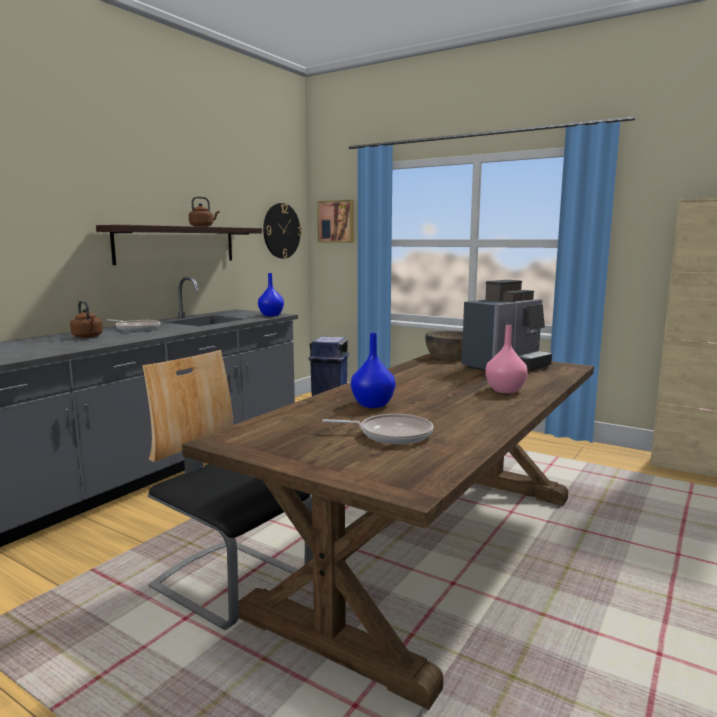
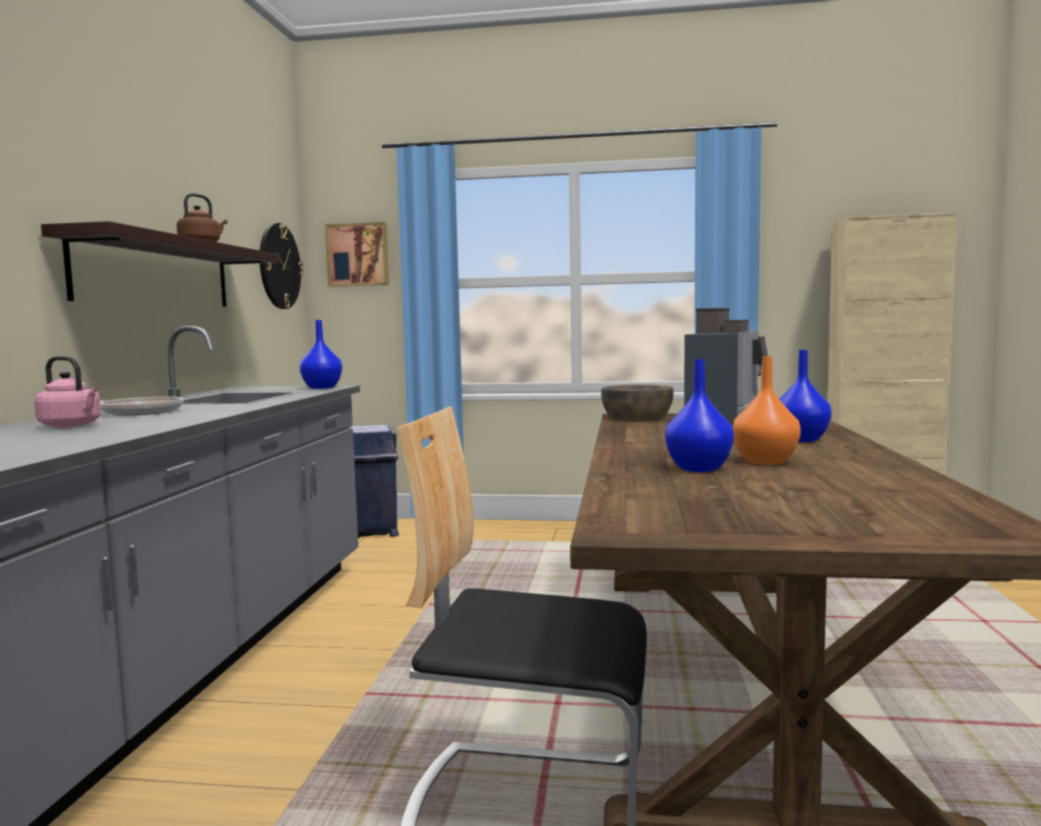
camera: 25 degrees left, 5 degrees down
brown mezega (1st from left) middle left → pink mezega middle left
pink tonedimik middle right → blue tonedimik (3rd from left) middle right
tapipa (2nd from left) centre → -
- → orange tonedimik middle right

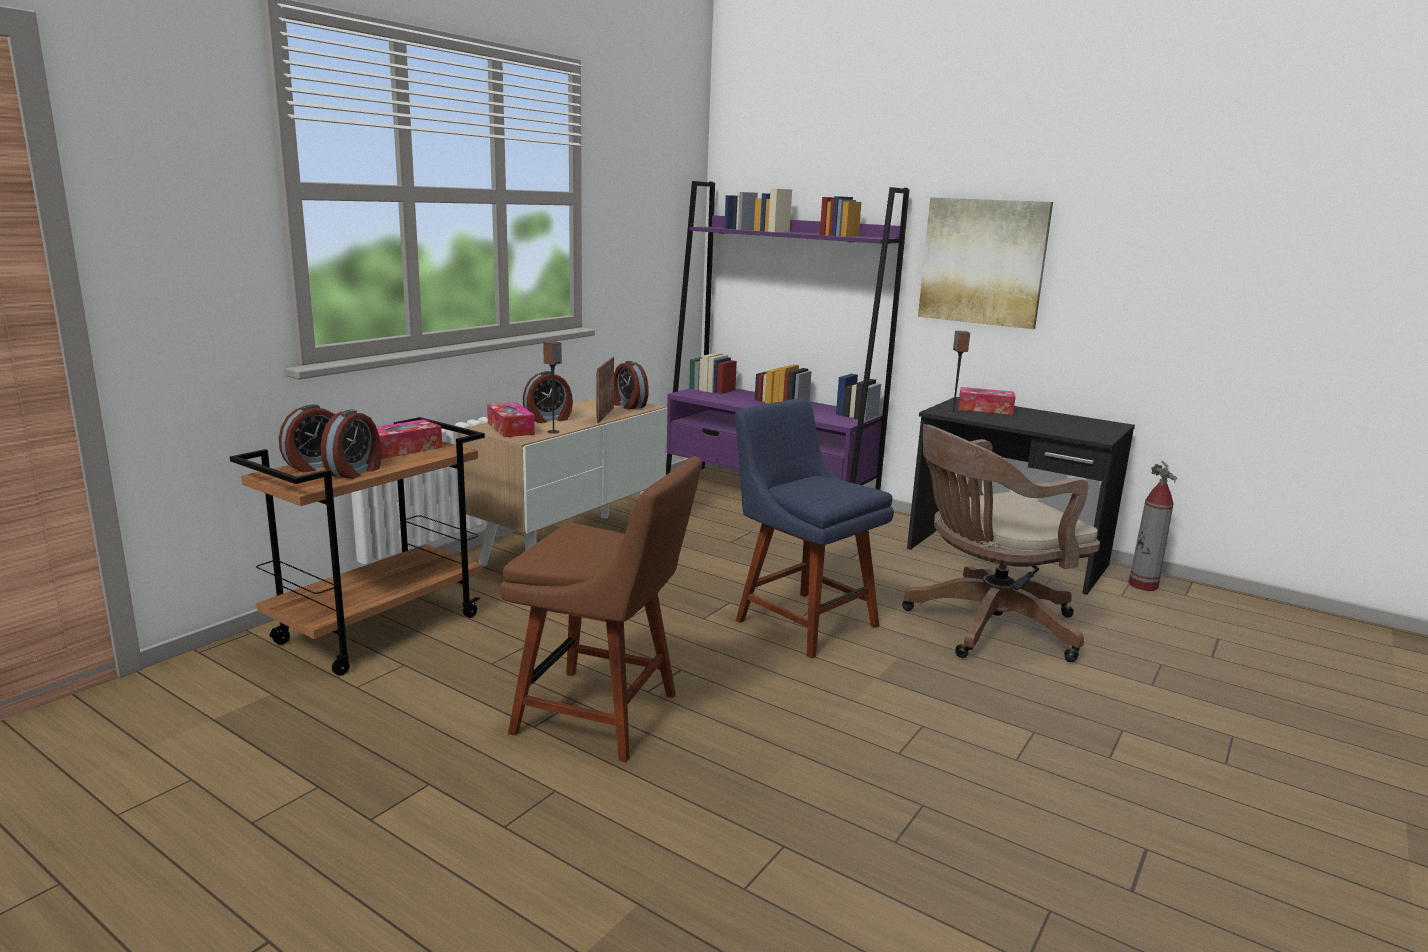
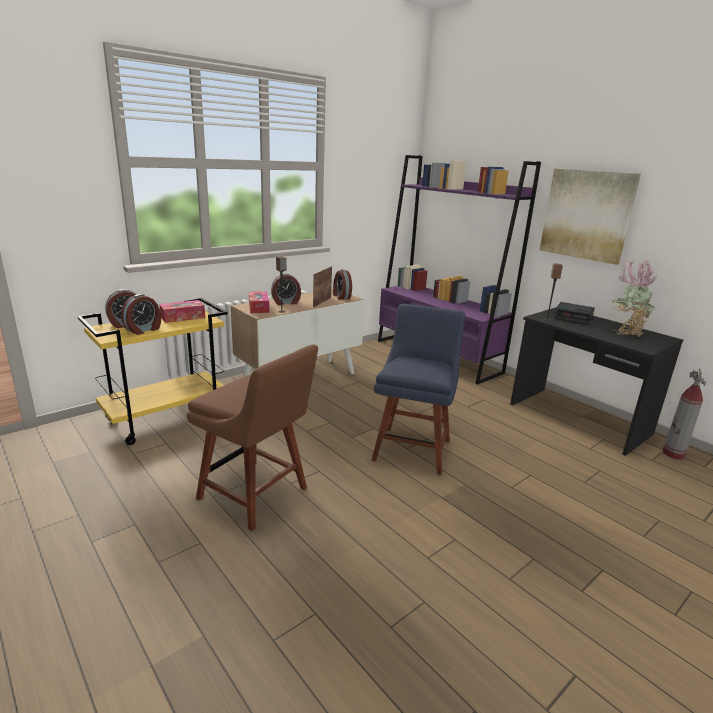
camera: 15 degrees right, 5 degrees up
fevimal (3rd from left) middle right → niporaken (5th from left) middle right
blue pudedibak centre, 45 degrees clockwise
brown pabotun middle left → yellow pabotun middle left
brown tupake middle right → -
- → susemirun middle right

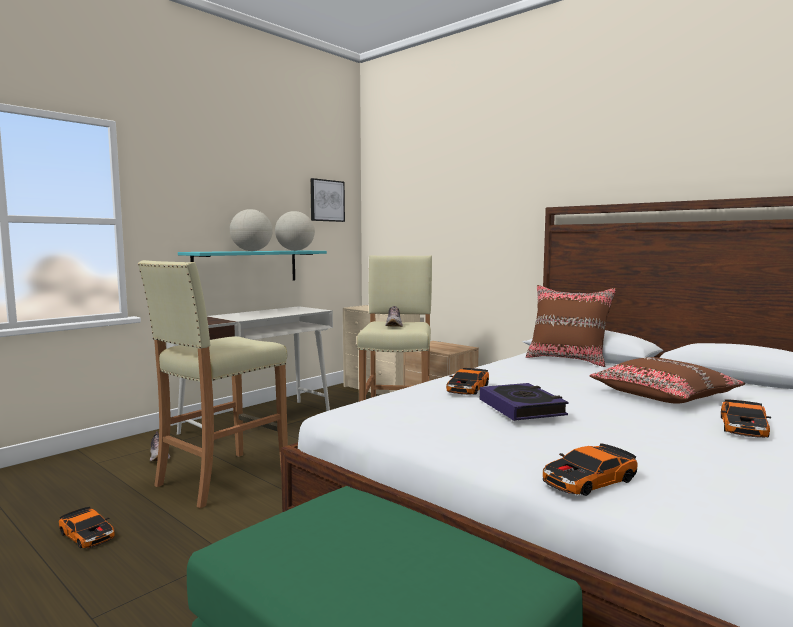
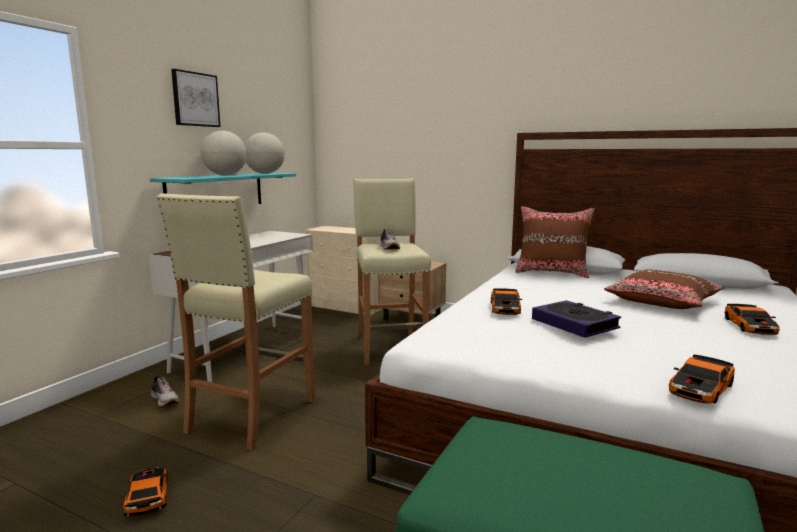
camera: 15 degrees left, 5 degrees up
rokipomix top centre → rokipomix top left, move
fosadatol (1st from left) bottom left, 135 degrees counterclockwise

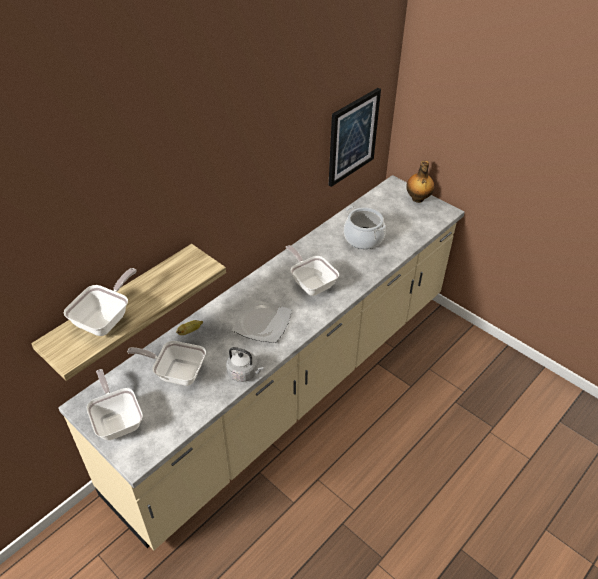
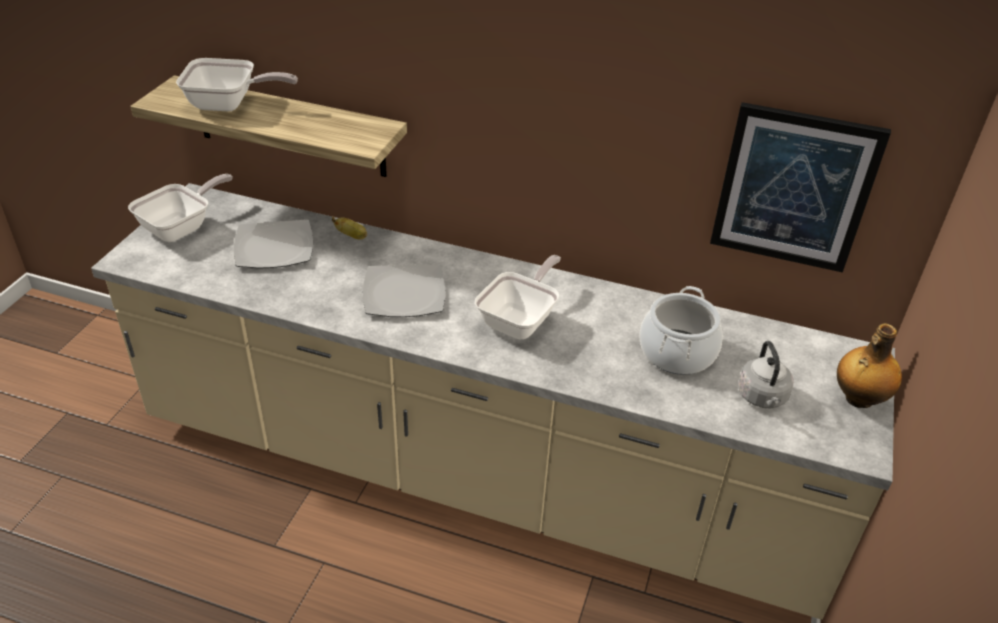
camera: 65 degrees right, 5 degrees down
tapipa (3rd from left) middle left → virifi (1st from left) middle left
grey mezega centre → grey mezega middle right, move

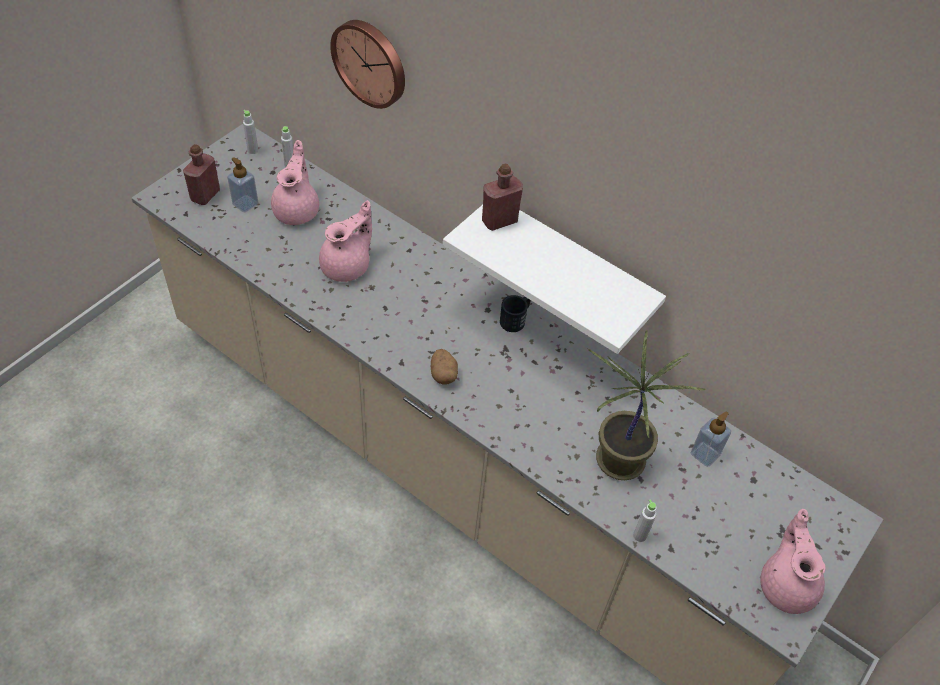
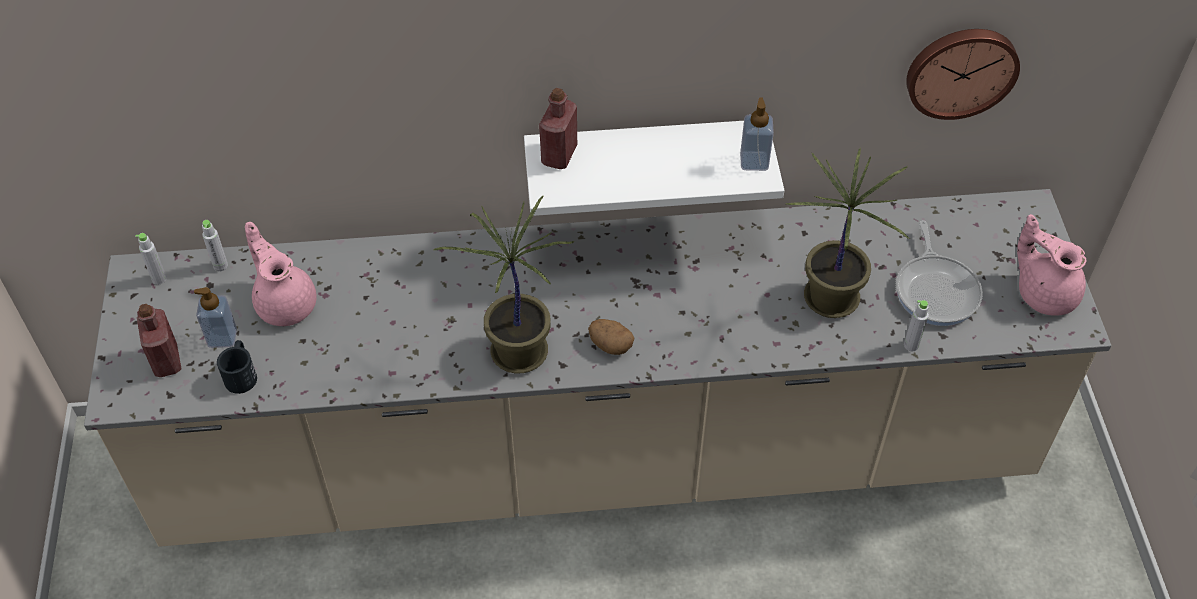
camera: 40 degrees left, 0 degrees up
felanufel top centre → felanufel top right, move
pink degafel (2nd from left) centre → -
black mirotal centre → black mirotal middle left, move
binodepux (2nd from left) middle right → binodepux (2nd from left) top centre, move
- → susemirun (1st from left) centre
- → tapipa middle right

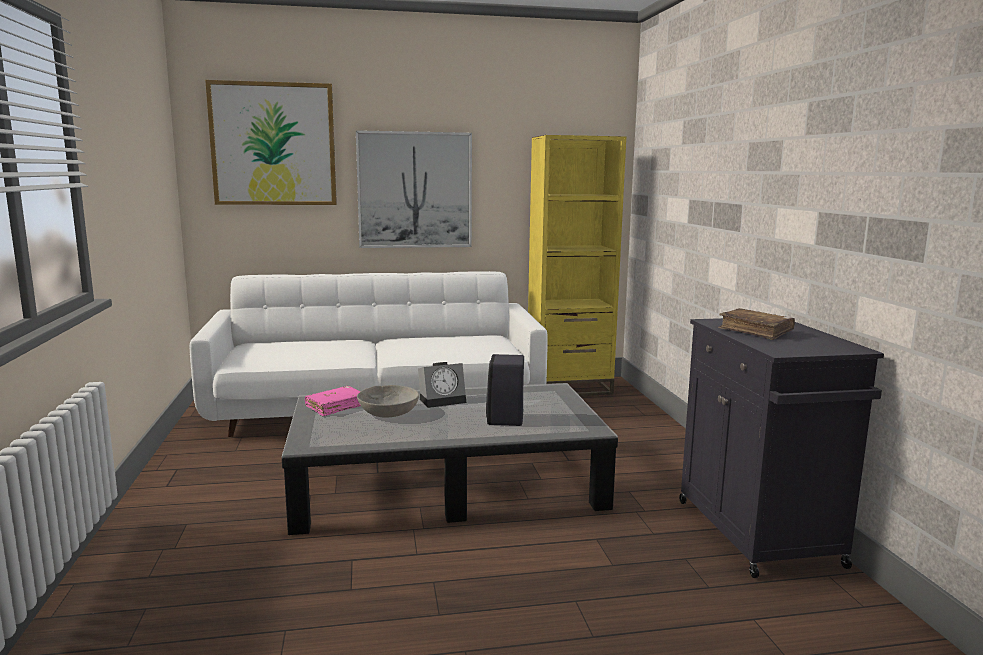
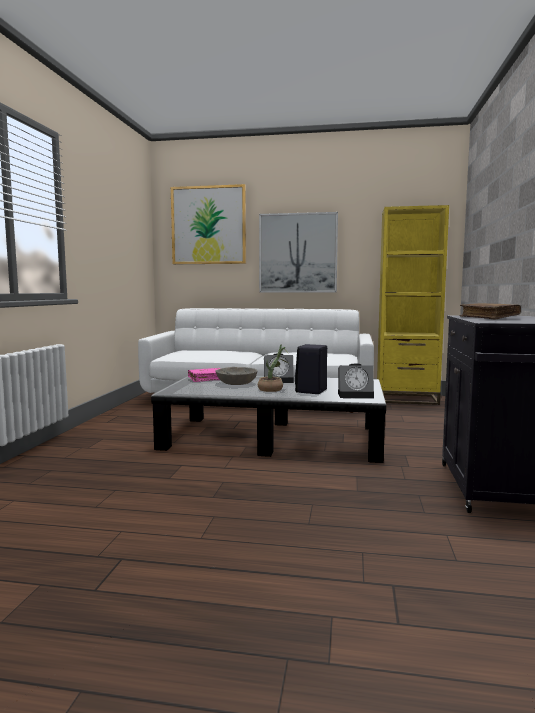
camera: 20 degrees right, 5 degrees down
- → susemirun centre
- → niporaken (2nd from left) centre

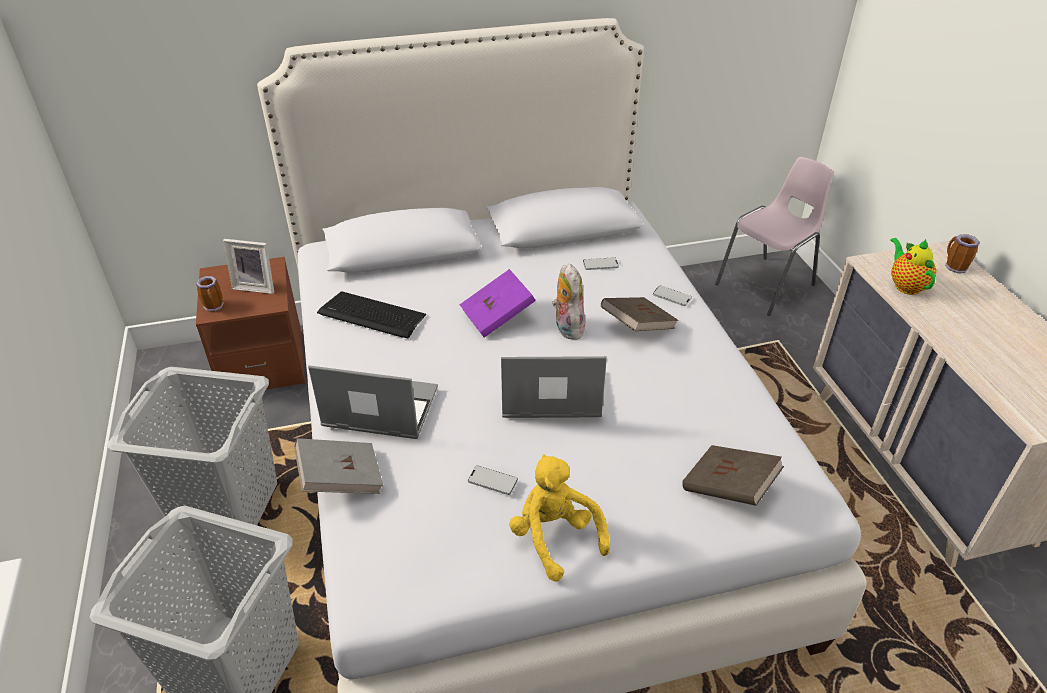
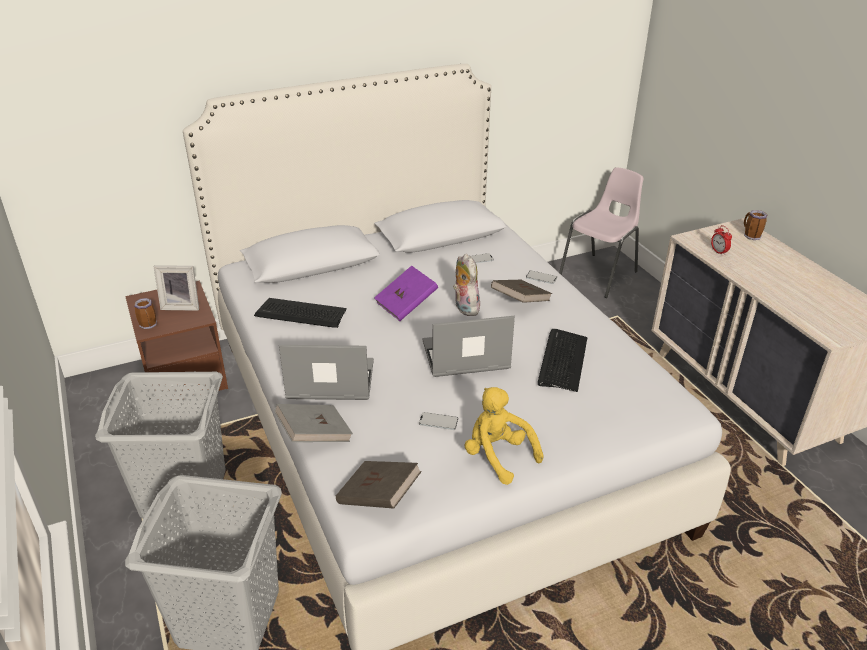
camera: 10 degrees left, 5 degrees down
degafel middle right → niporaken middle right
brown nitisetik (2nd from left in the first image) bottom right → brown nitisetik (1st from left) bottom centre, move
- → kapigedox (2nd from left) centre

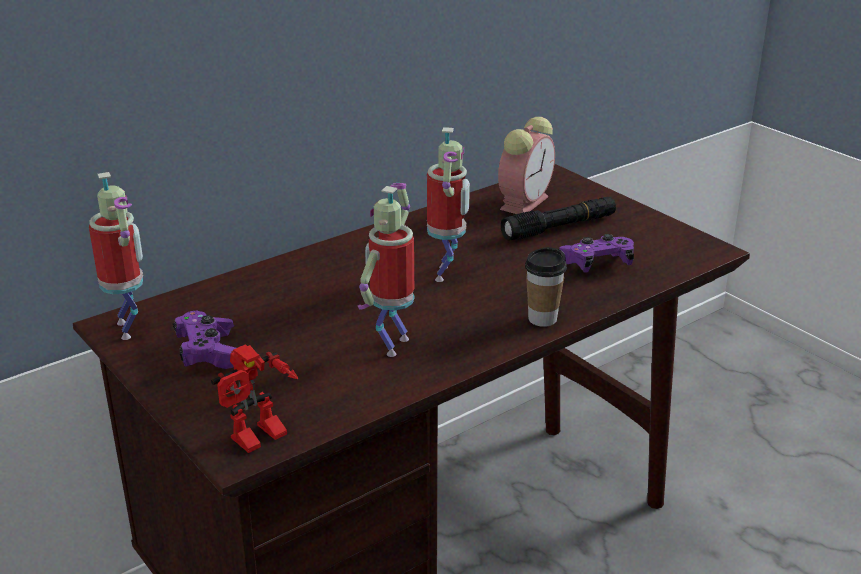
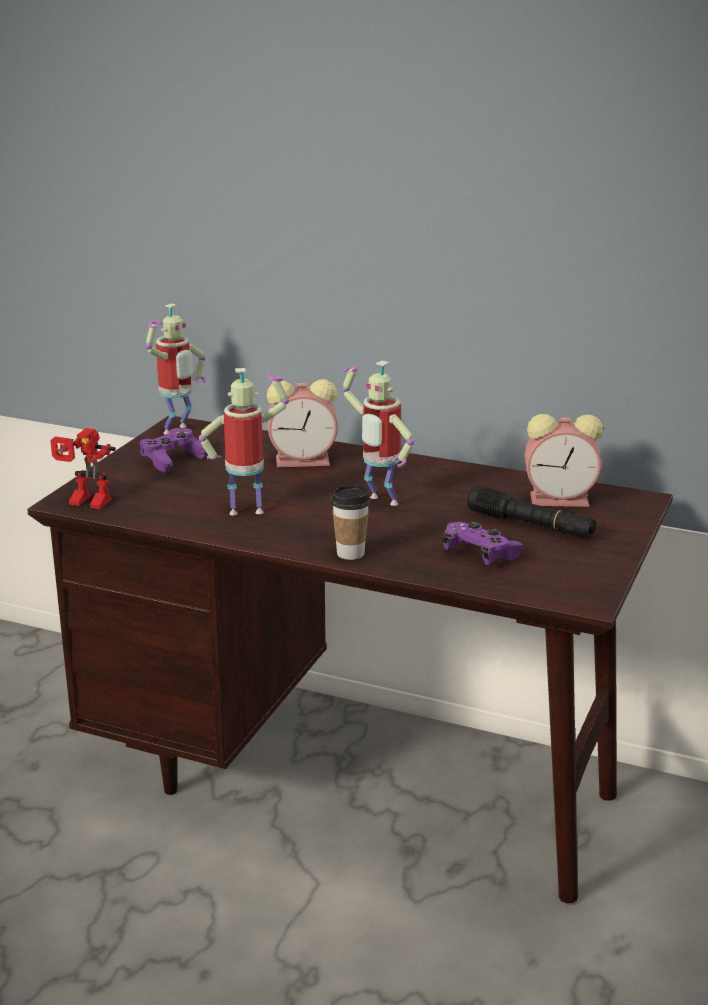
camera: 60 degrees right, 5 degrees down
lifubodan (4th from left) centre, 60 degrees clockwise
- → niporaken (1st from left) centre

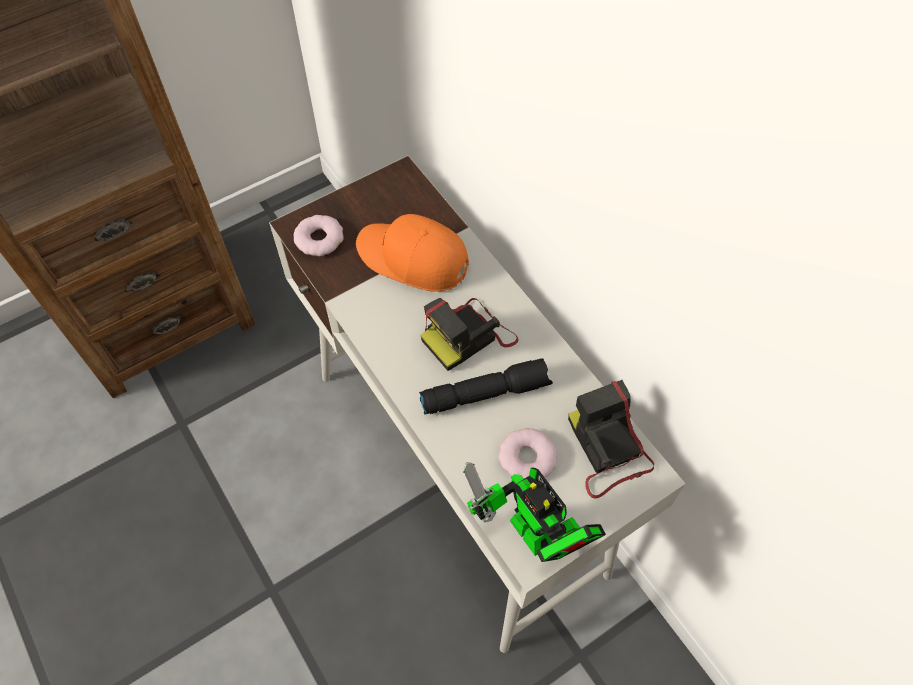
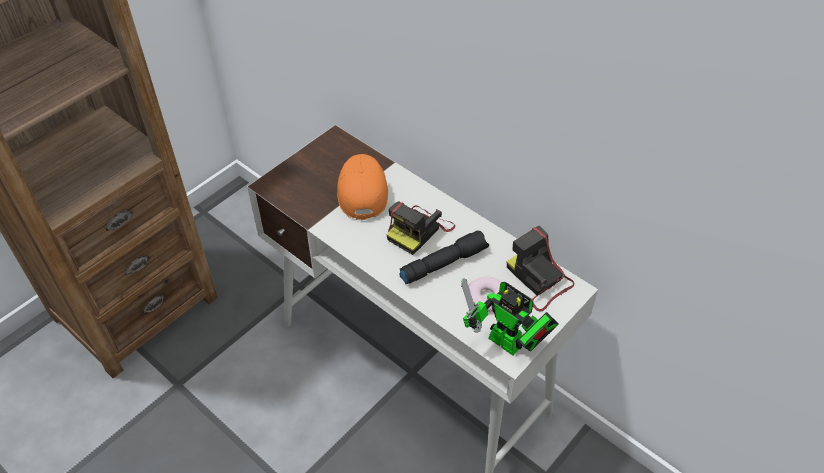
camera: 15 degrees left, 10 degrees down
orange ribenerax centre, 75 degrees clockwise
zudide (1st from left) centre → -

